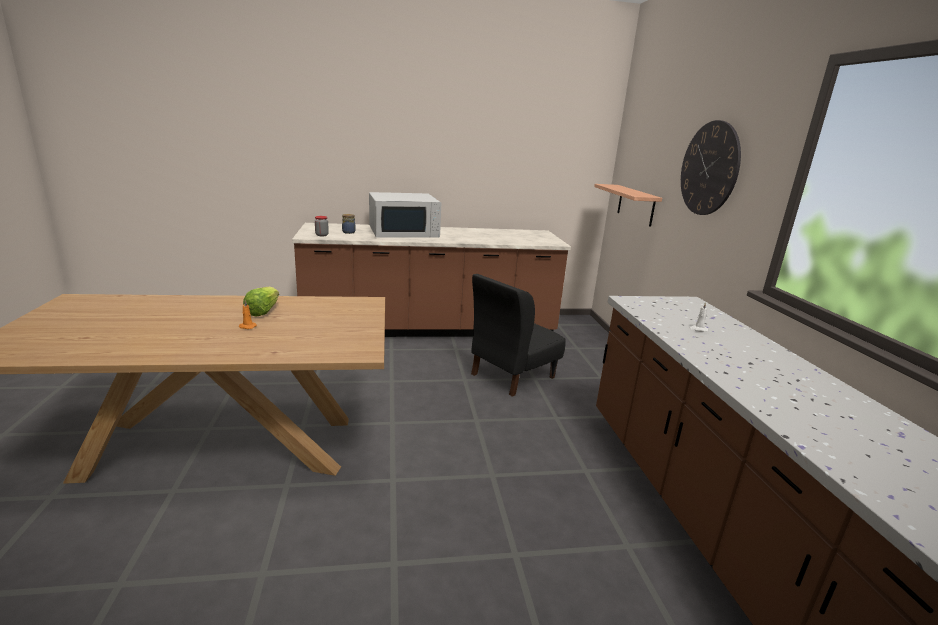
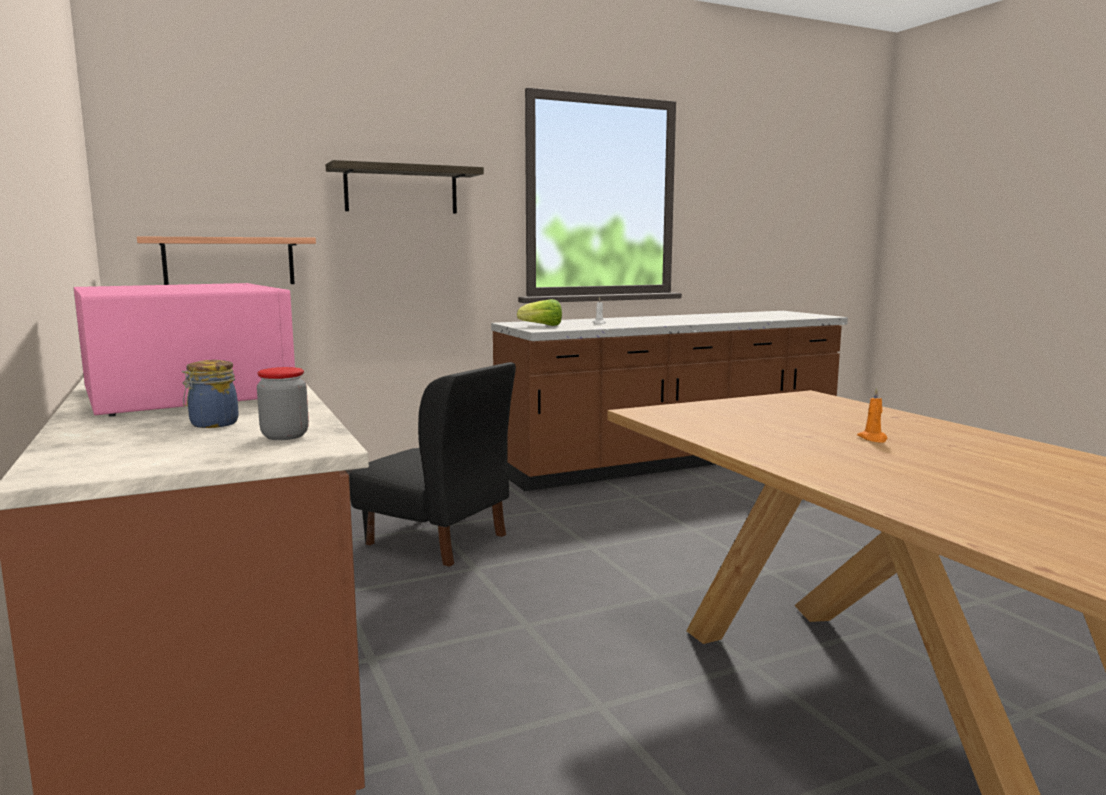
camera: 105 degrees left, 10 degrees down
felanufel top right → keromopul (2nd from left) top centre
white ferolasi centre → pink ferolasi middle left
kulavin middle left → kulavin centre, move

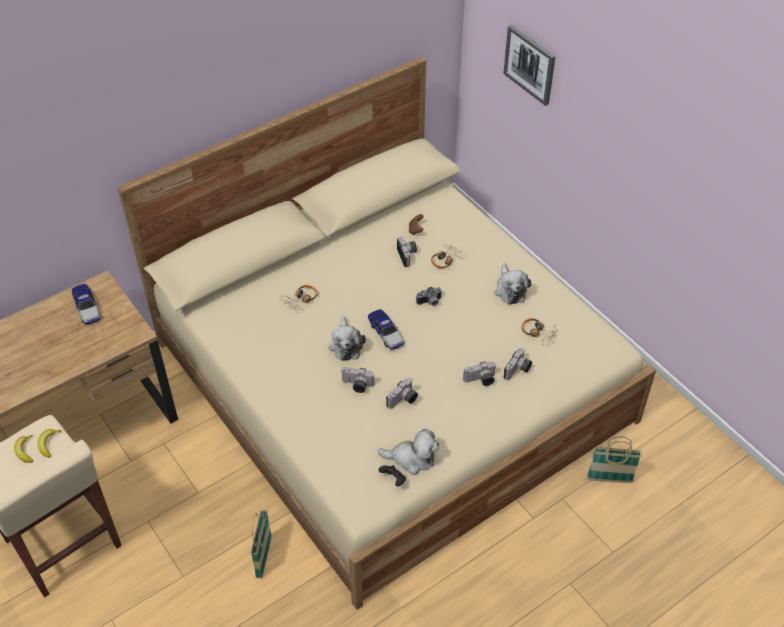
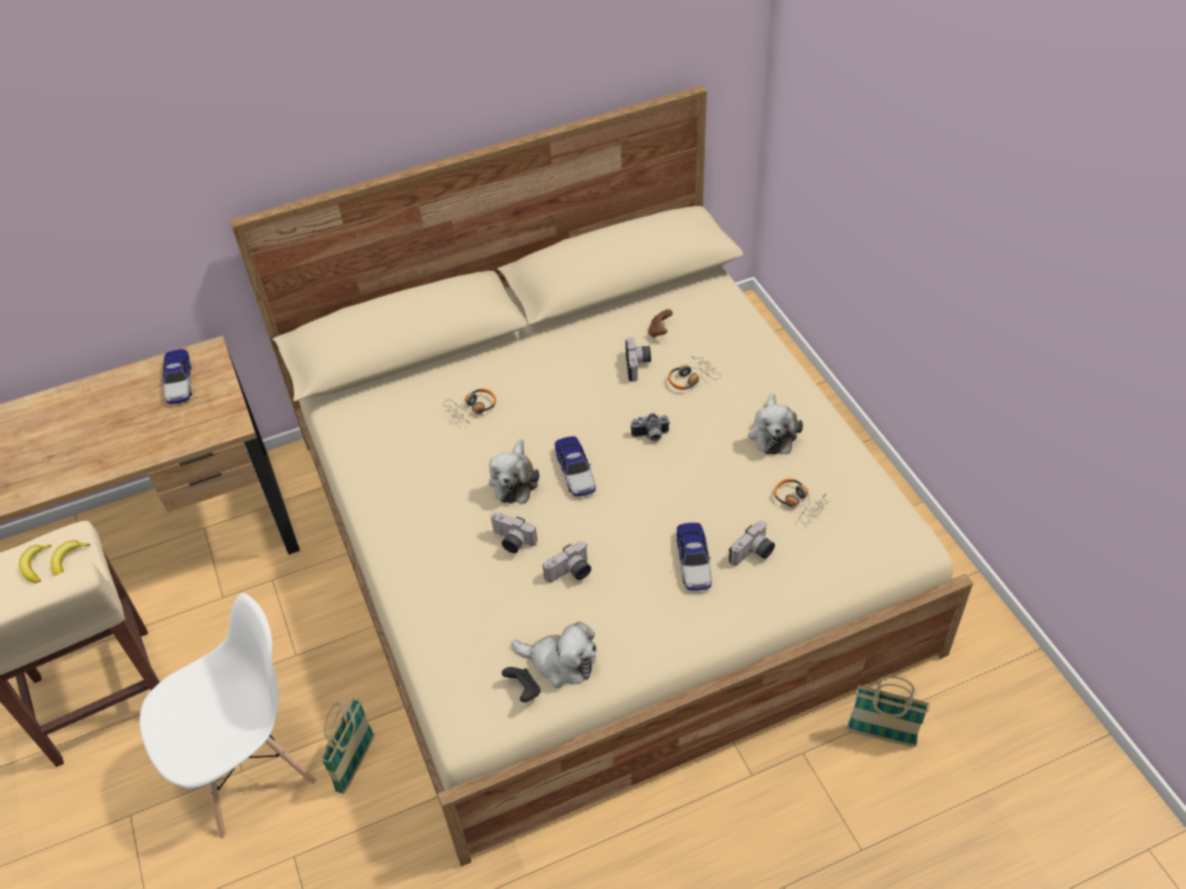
camera: 15 degrees right, 0 degrees up
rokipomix top right → -
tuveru (5th from left) centre → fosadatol (3rd from left) centre
- → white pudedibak bottom left

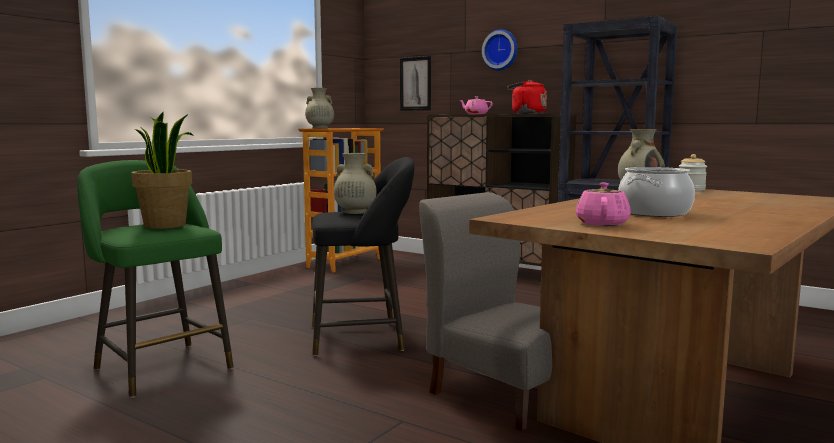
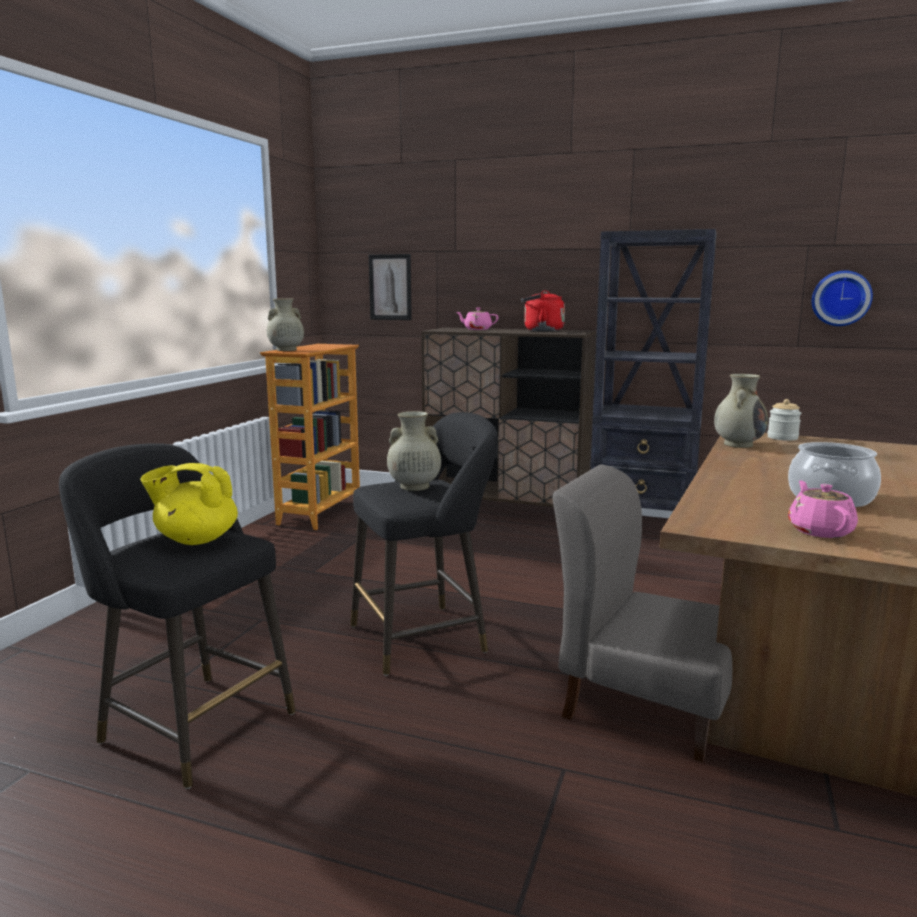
camera: 15 degrees left, 5 degrees up
felanufel top centre → felanufel top right, move
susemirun middle left → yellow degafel middle left
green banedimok middle left → black banedimok (1st from left) bottom left

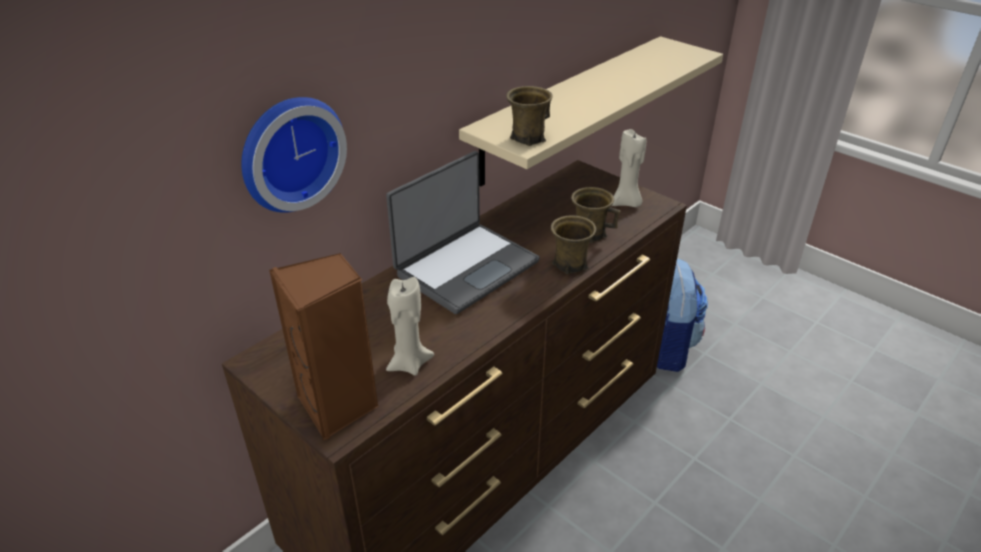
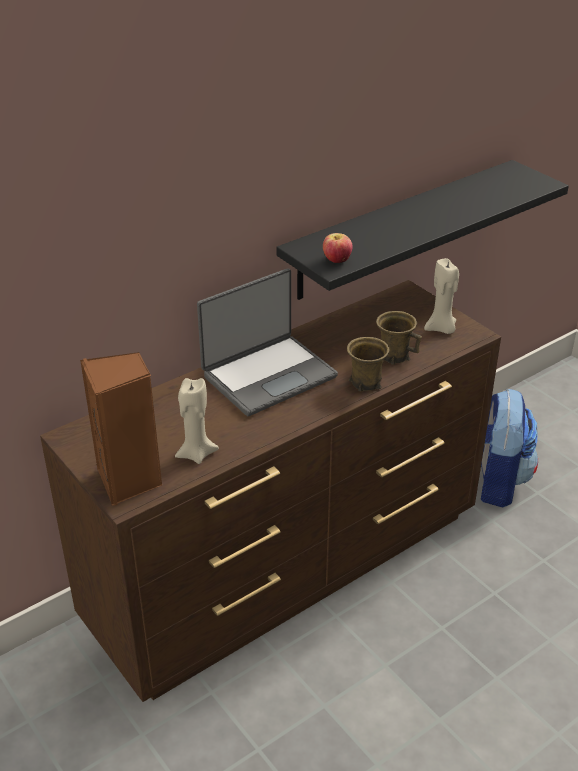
camera: 10 degrees right, 0 degrees up
beige keromopul top centre → black keromopul top right
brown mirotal (1st from left) top centre → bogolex top centre
felanufel top left → -

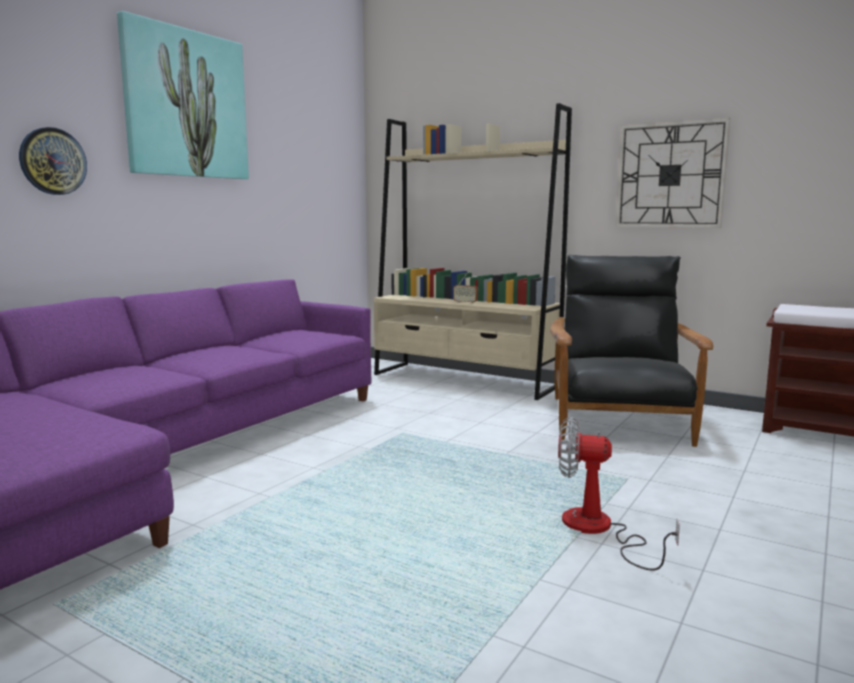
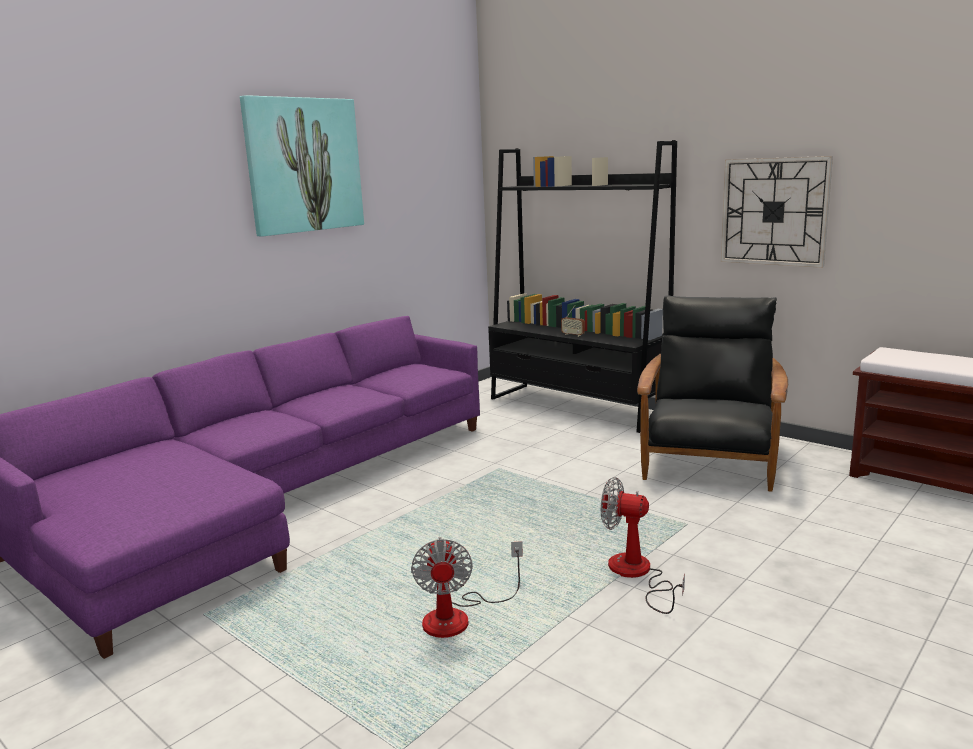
camera: 10 degrees right, 5 degrees up
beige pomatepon centre → black pomatepon centre
felanufel (1st from left) top left → -
- → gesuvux (1st from left) bottom centre

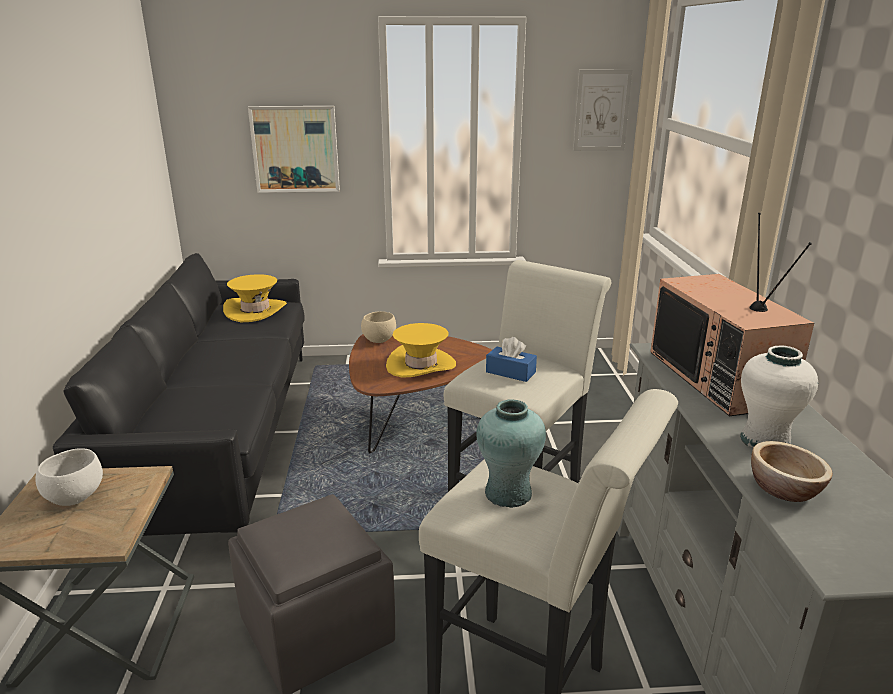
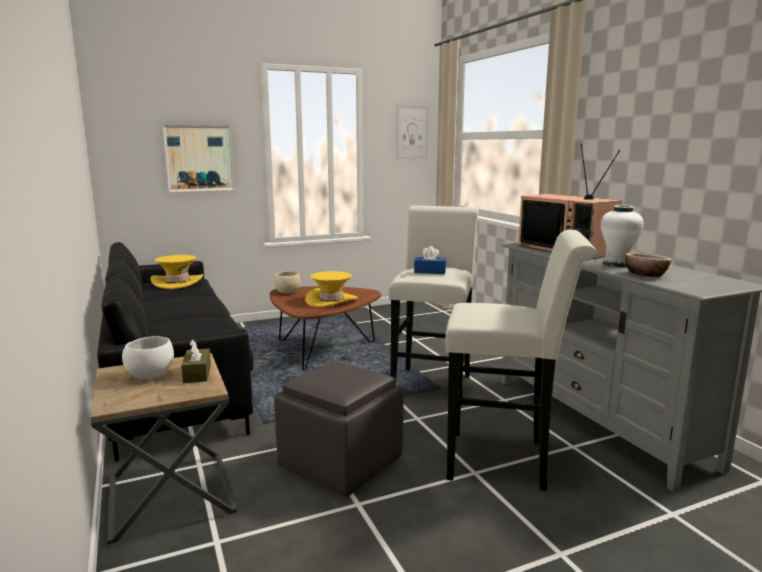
camera: 20 degrees left, 10 degrees down
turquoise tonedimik centre → -
- → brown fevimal middle left

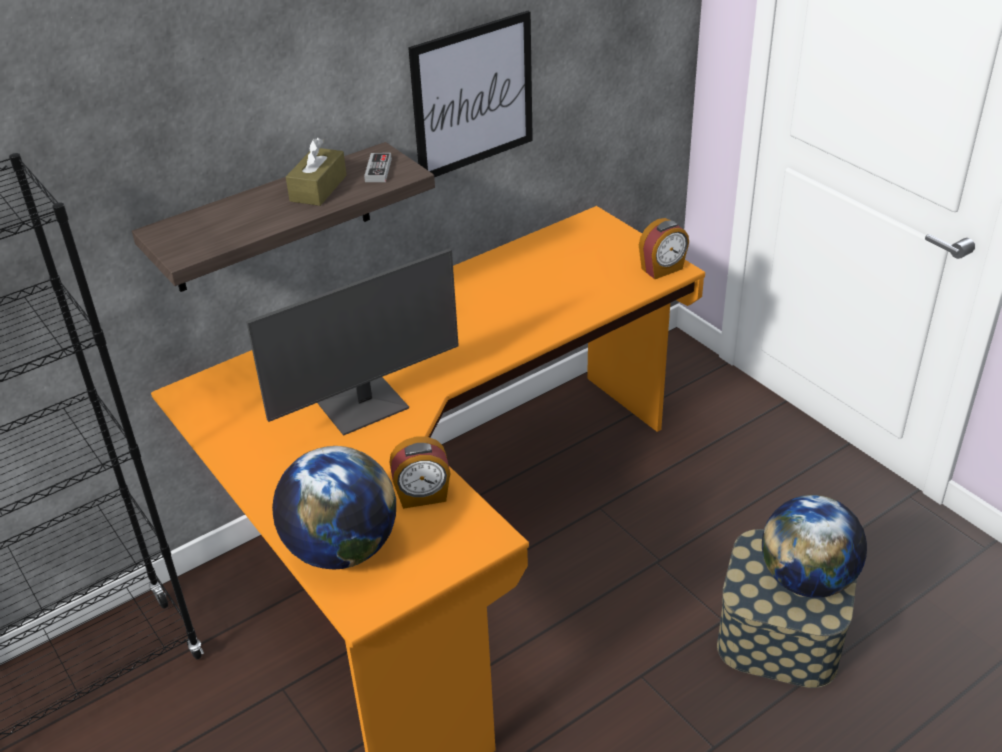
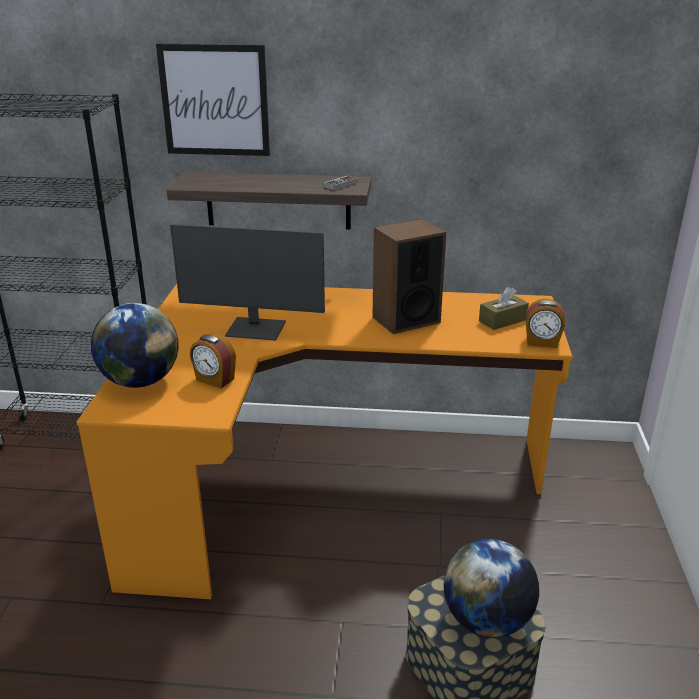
camera: 40 degrees right, 10 degrees down
rokipomix top centre → rokipomix top left, move
brown fevimal top left → brown fevimal middle right, move
- → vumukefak centre

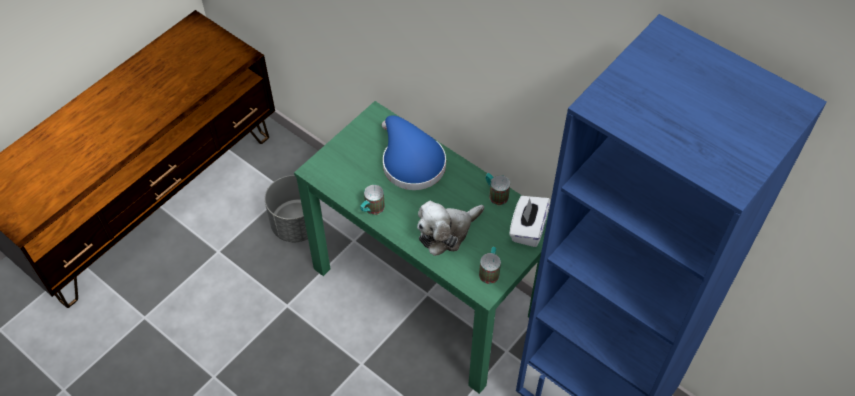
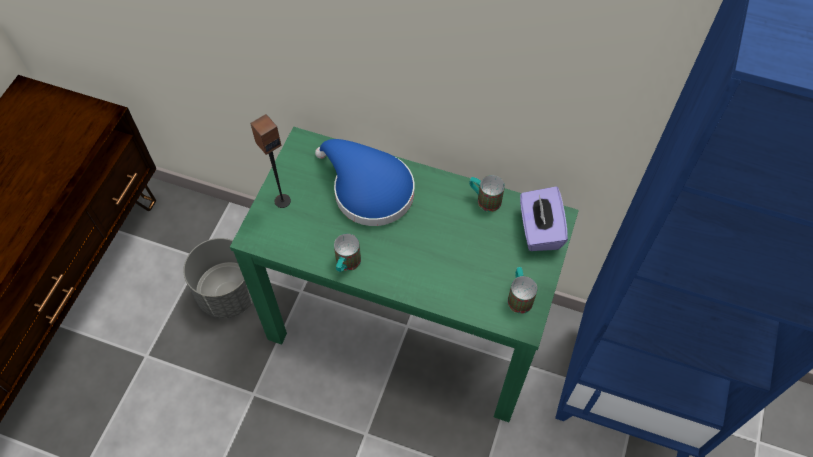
camera: 20 degrees left, 5 degrees up
white fevimal centre → purple fevimal middle right
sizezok centre → -
- → vumukefak middle left

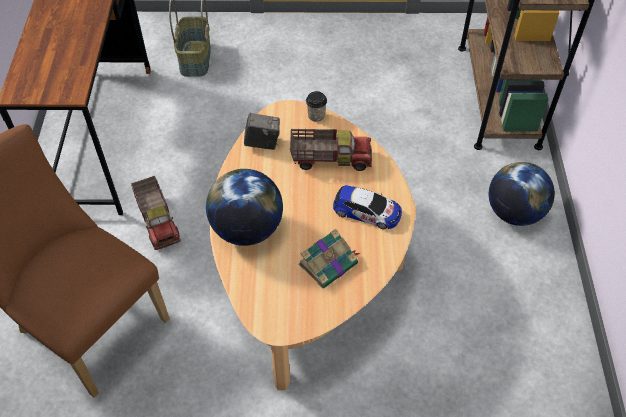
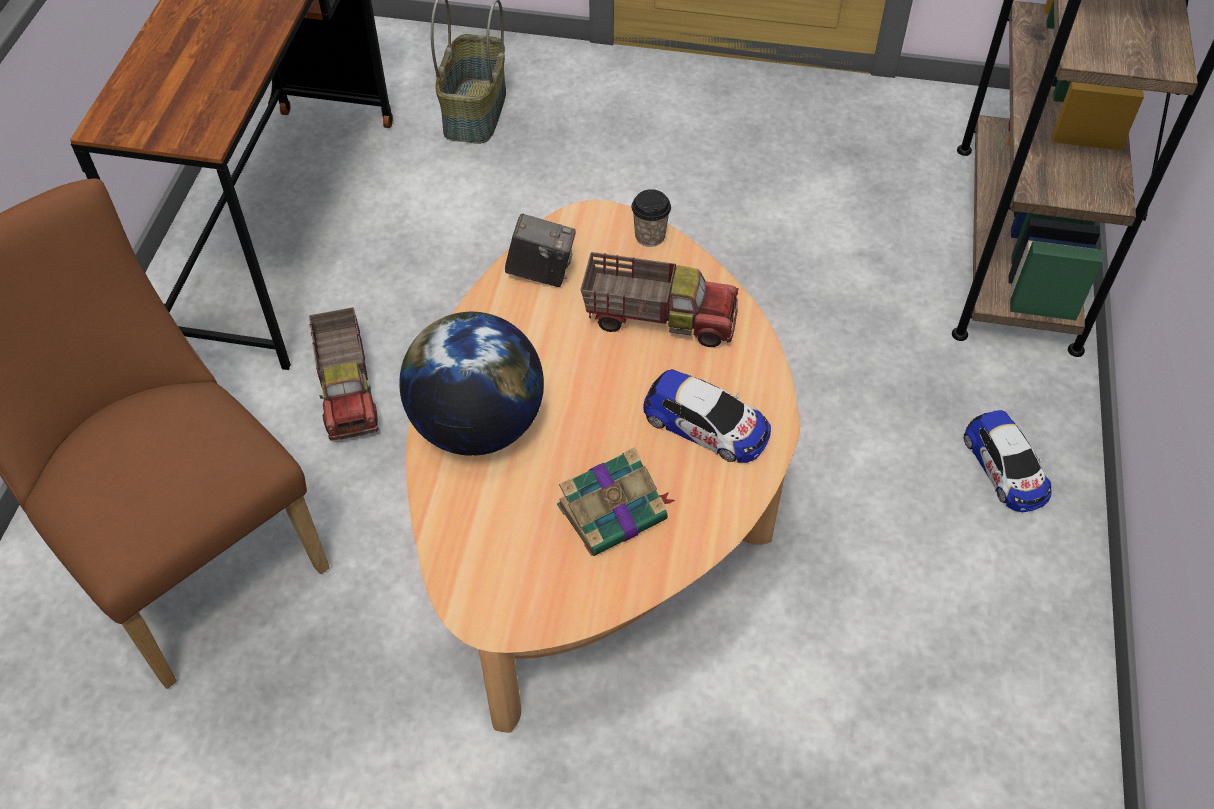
camera: 10 degrees right, 0 degrees up
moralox (2nd from left) middle right → fosadatol (2nd from left) middle right

